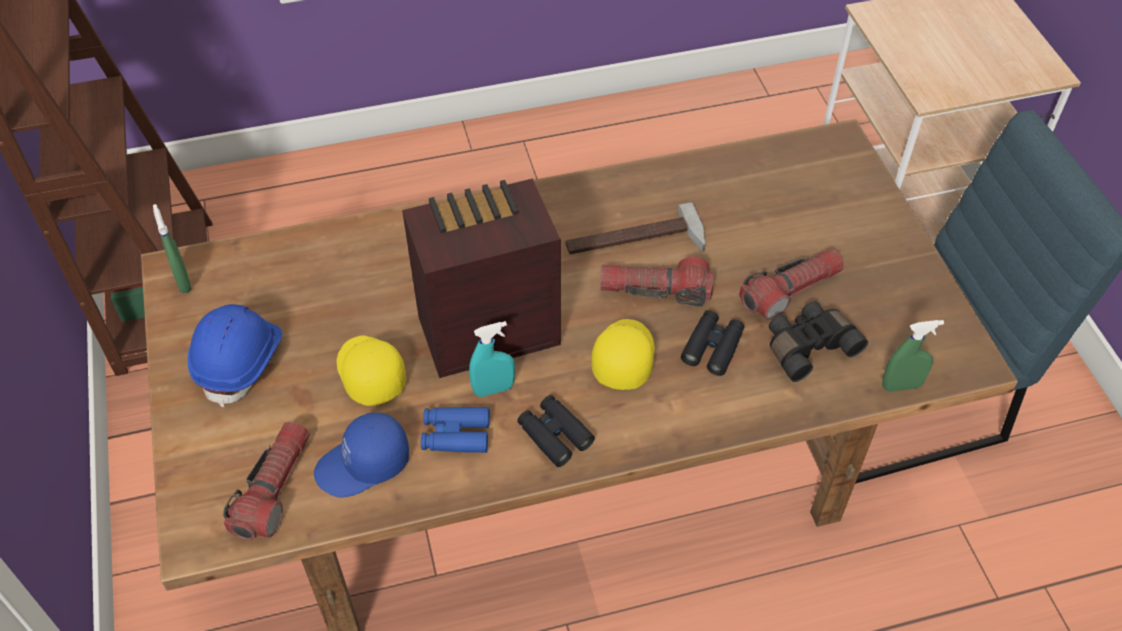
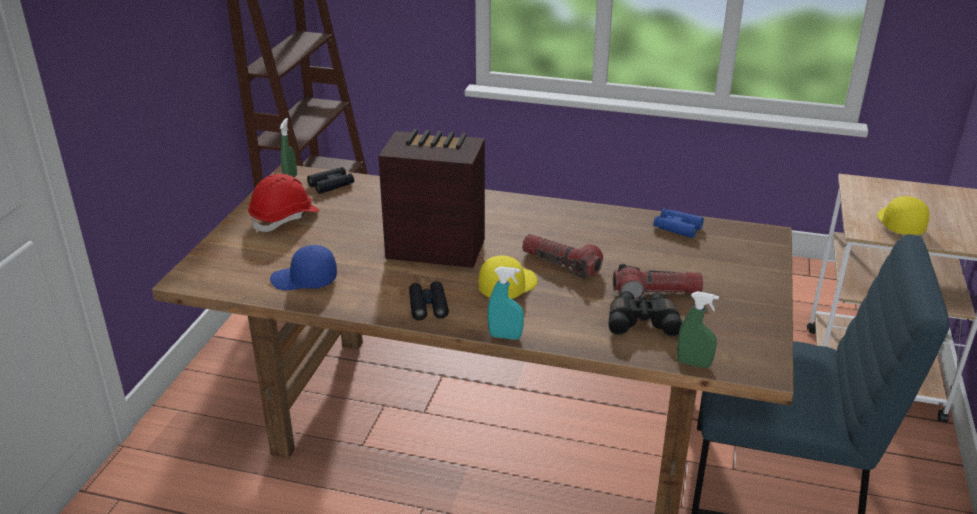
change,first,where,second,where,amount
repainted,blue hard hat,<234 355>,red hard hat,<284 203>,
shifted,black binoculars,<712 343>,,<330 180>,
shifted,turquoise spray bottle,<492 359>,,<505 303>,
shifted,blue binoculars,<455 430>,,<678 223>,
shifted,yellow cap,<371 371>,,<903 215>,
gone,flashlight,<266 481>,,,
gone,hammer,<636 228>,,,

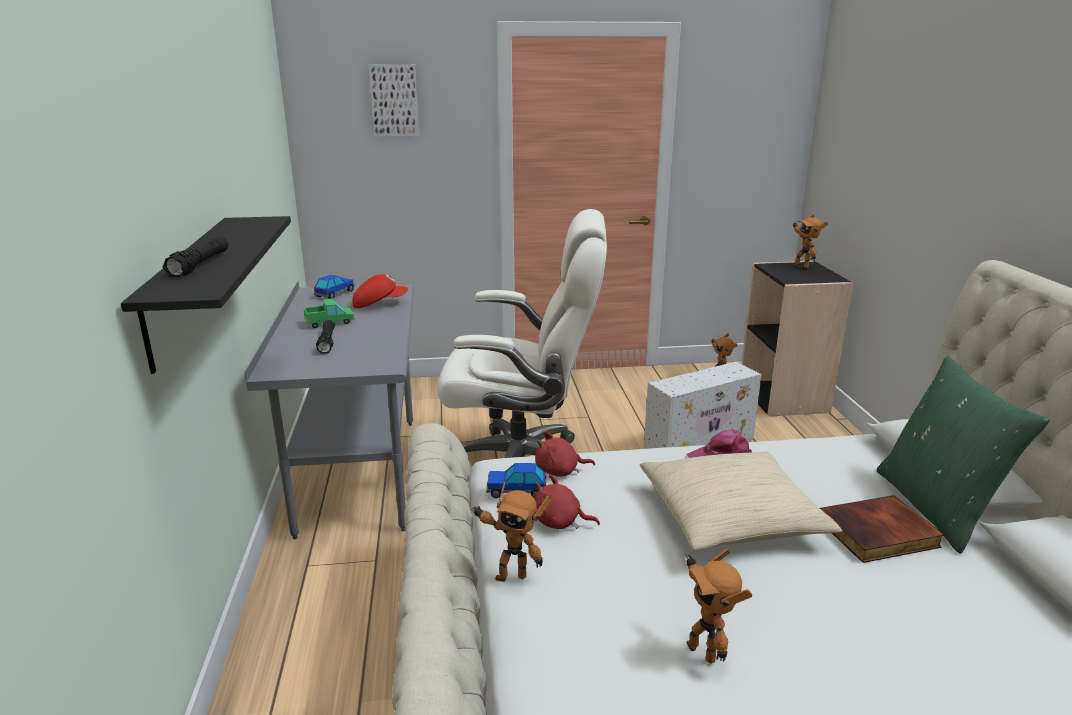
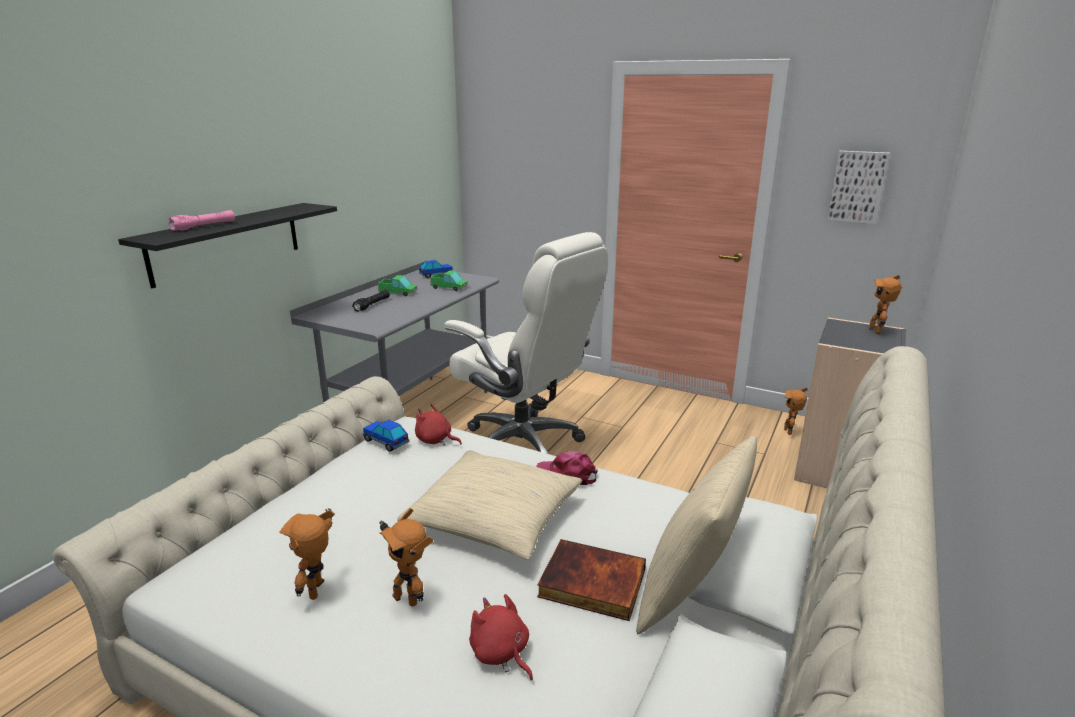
change,first,where,second,where,amount
repainted,black flashlight,<195 256>,pink flashlight,<201 220>,
shifted,toy robot,<511 532>,,<406 557>,
swapped,red cap,<380 291>,toy truck,<449 280>,
shifted,red plush toy,<567 501>,,<501 637>,
repainted,green pillow,<963 455>,beige pillow,<696 534>,
shifted,picture,<394 101>,,<858 187>,
gone,white storage box,<703 405>,,,

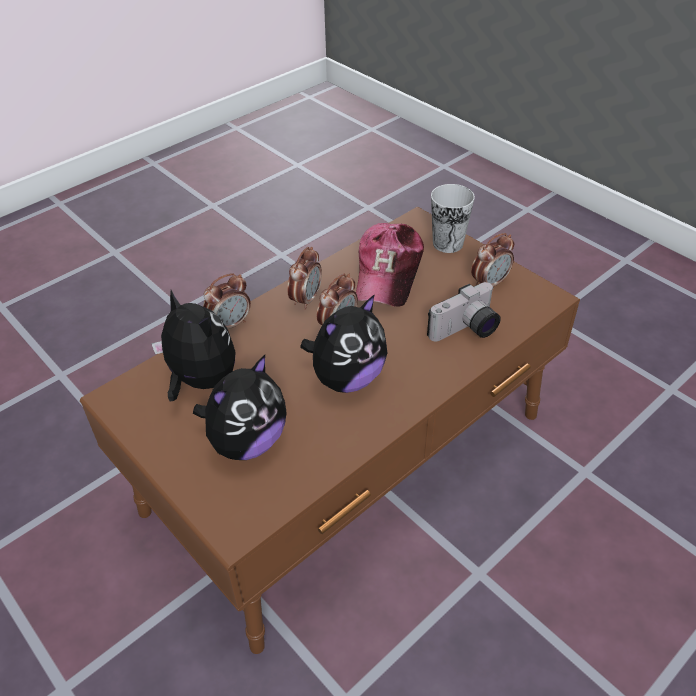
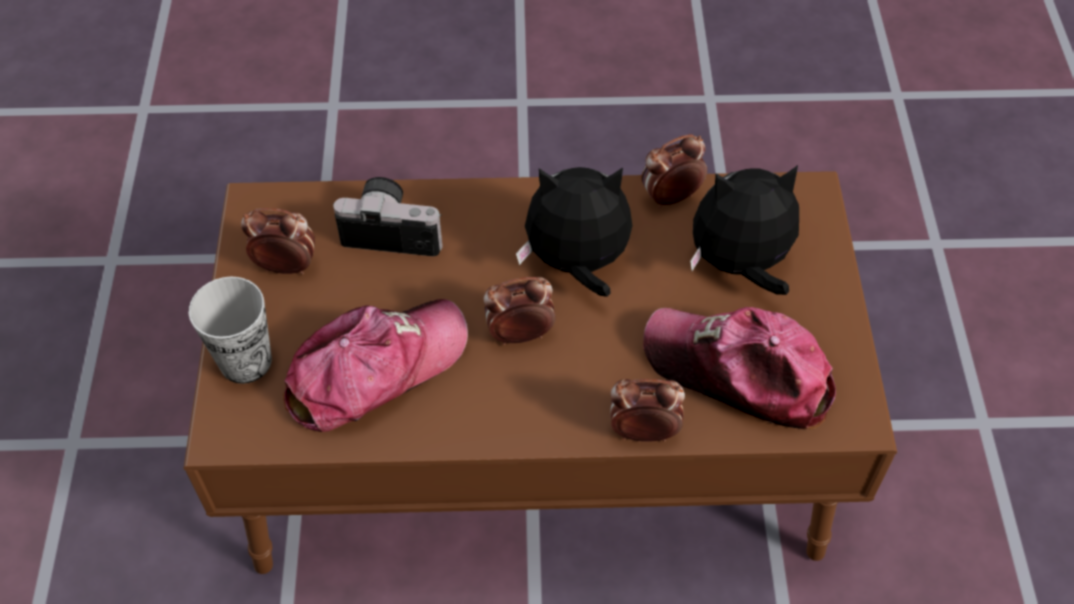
change,first,where,second,where,amount
shifted,alarm clock,<304 278>,,<674 171>,
swapped,plush toy,<193 345>,cap,<739 368>,

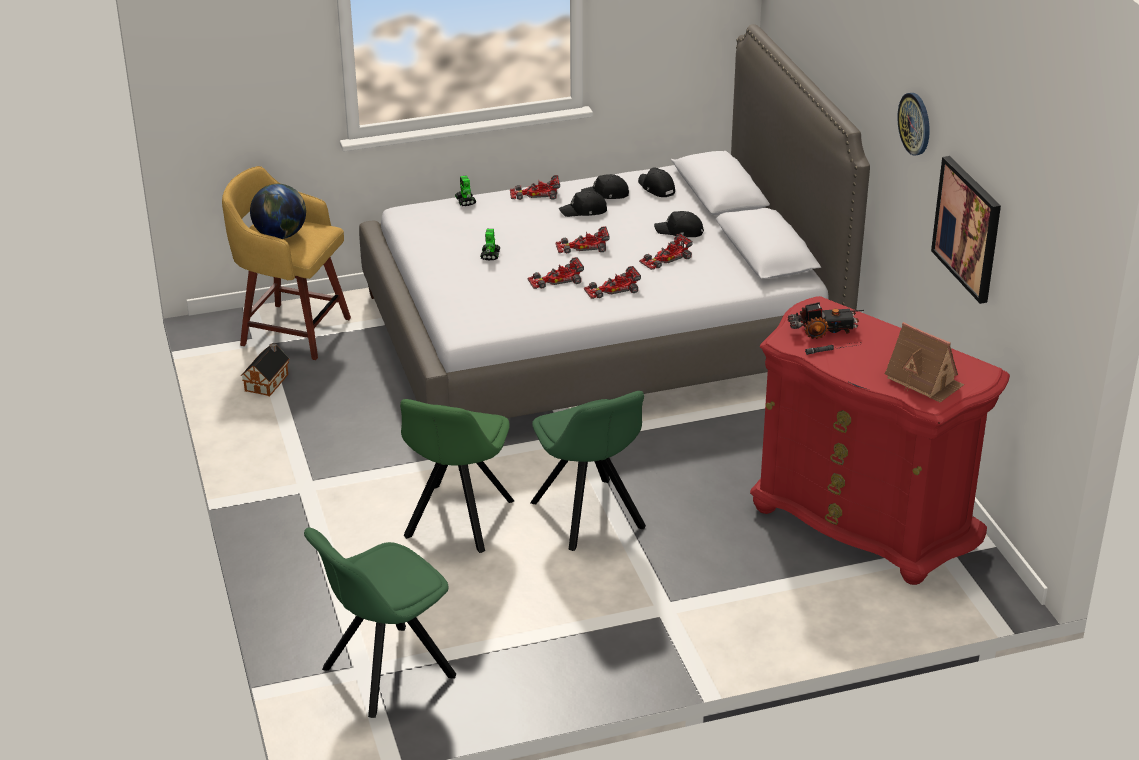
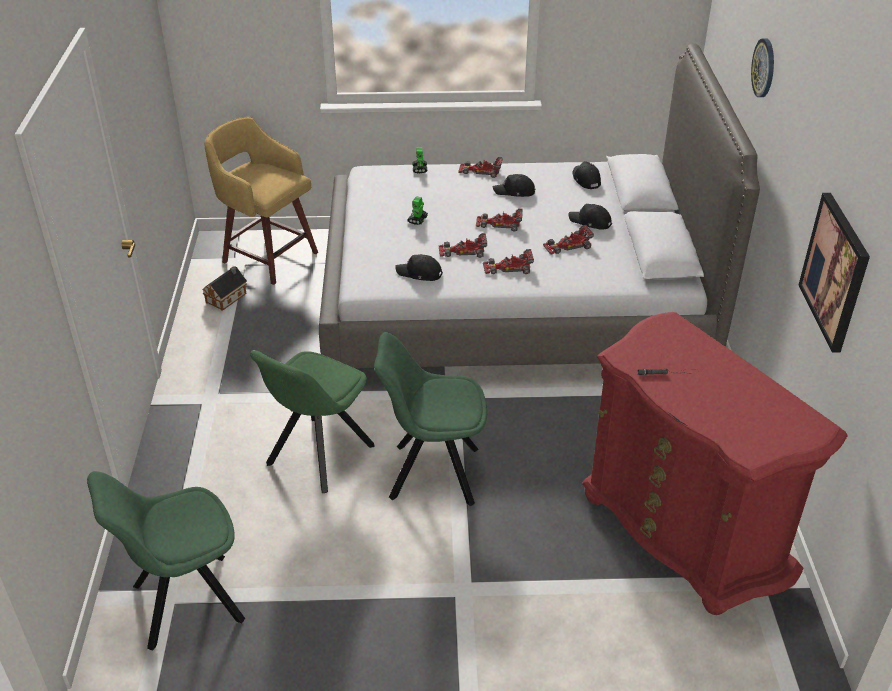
change,first,where,second,where,amount
rotated,green chair,<588 471>,,<430 419>,105 degrees clockwise
shifted,black cap,<605 186>,,<419 267>,
shifted,wall clock,<913 124>,,<762 67>,
gone,globe,<278 211>,,,
gone,toy truck,<826 320>,,,
gone,toy house,<924 362>,,,

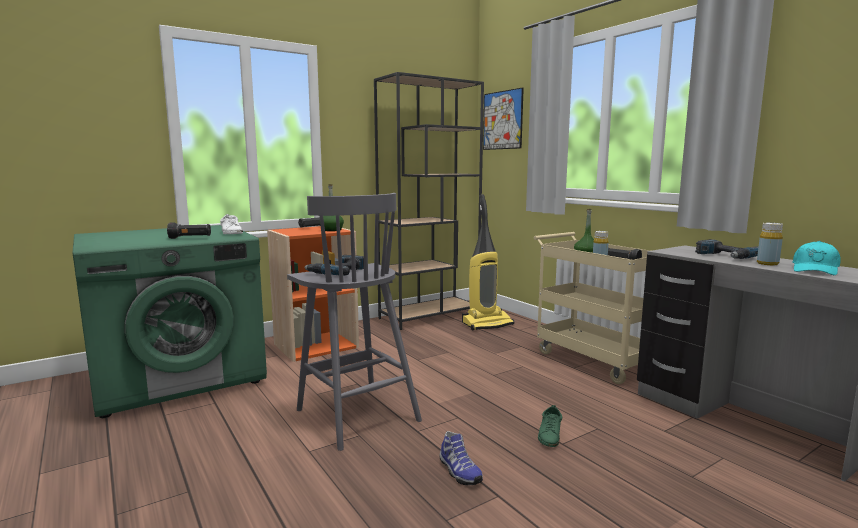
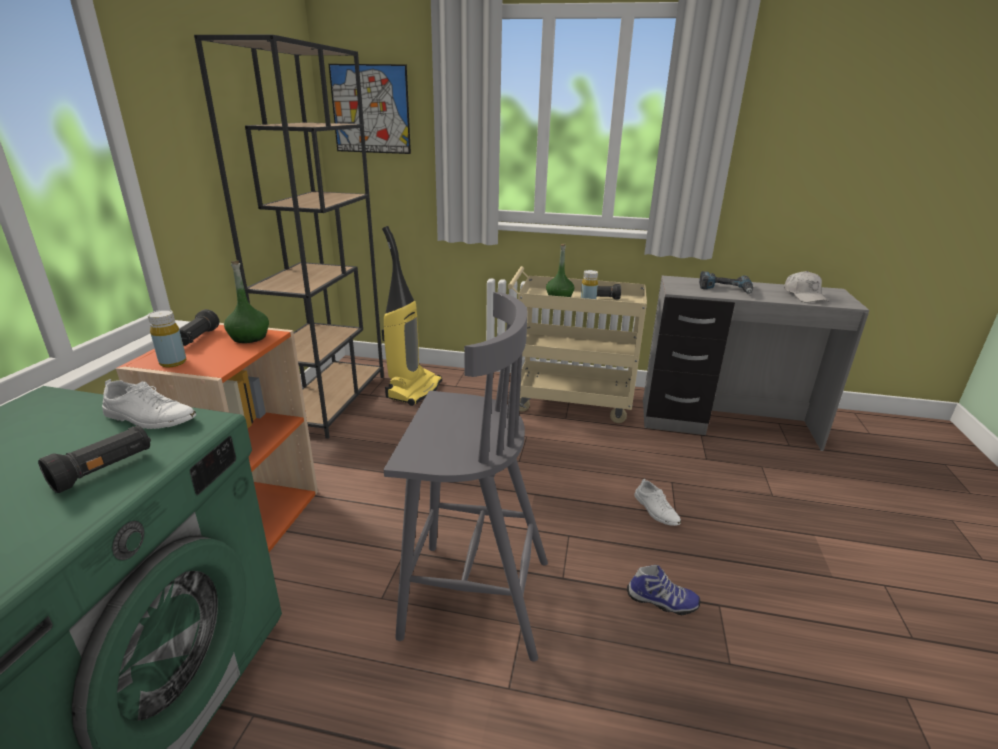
change,first,where,second,where,amount
shifted,yellow bottle,<770 244>,,<167 338>,
repainted,green shoe,<550 426>,white shoe,<657 502>,
repainted,turquoise cap,<817 258>,white cap,<806 287>,
gone,power drill,<334 265>,,,

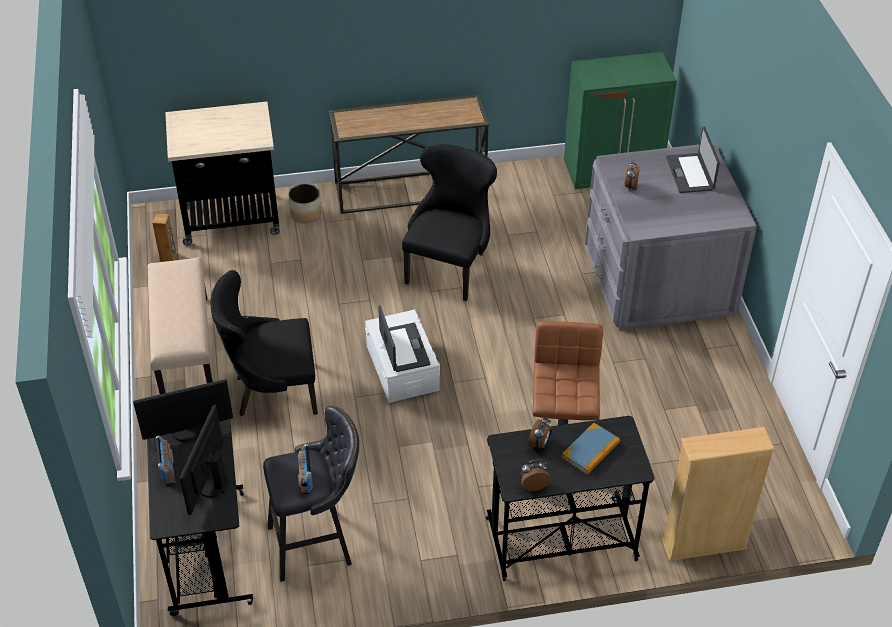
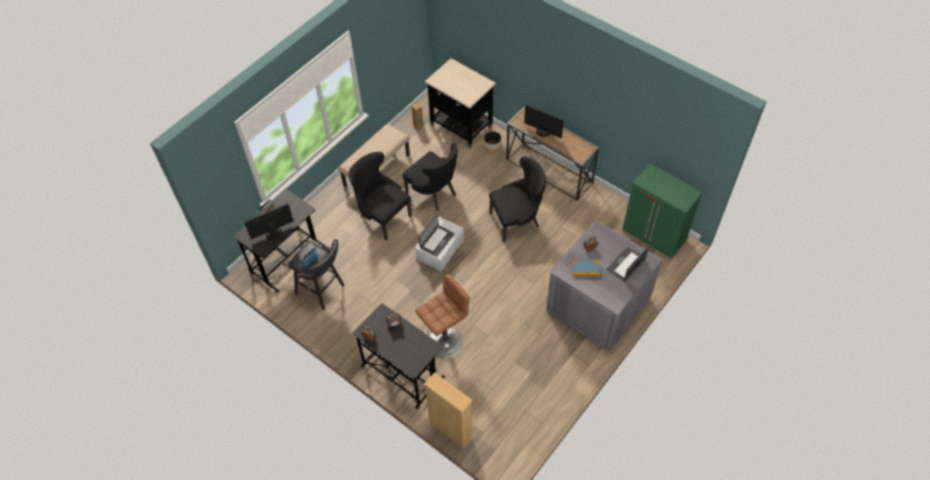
change,first,where,second,where,amount
new,,,black chair,<430 176>,
shifted,monitor,<183 411>,,<544 121>,
shifted,book,<591 449>,,<586 268>,

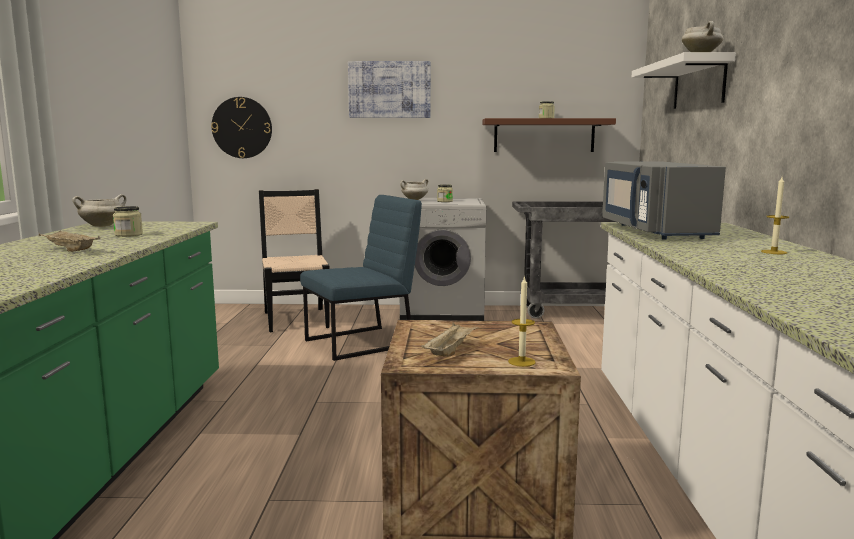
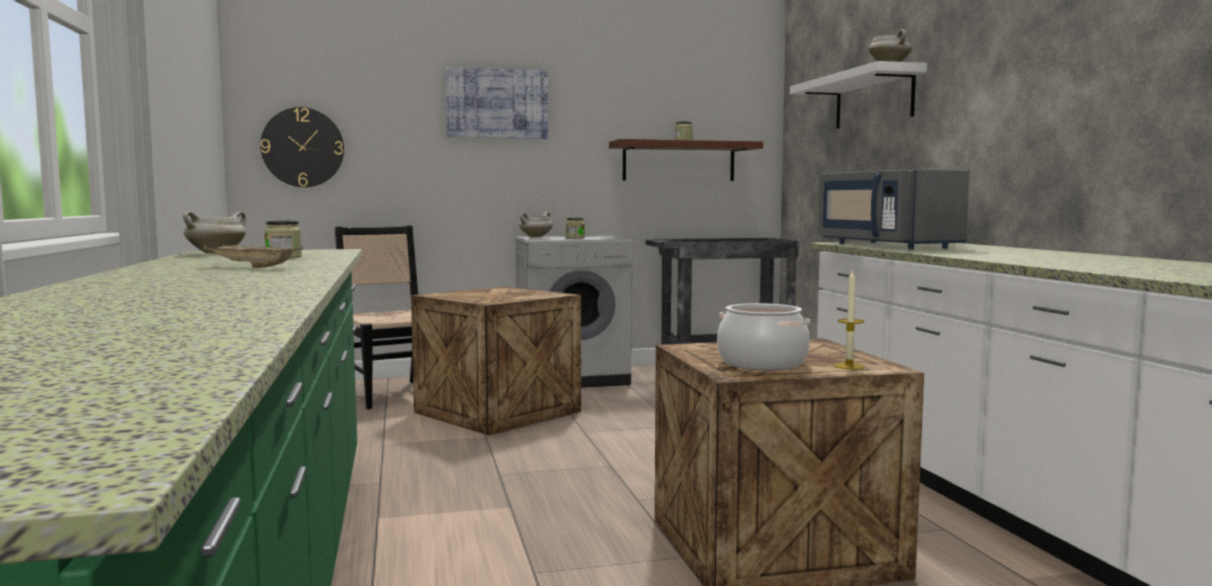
change,first,where,second,where,amount
swapped,blue chair,<361 278>,crate,<496 360>,
swapped,beige tray,<450 339>,cooking pot,<763 336>,
gone,candle,<775 215>,,,

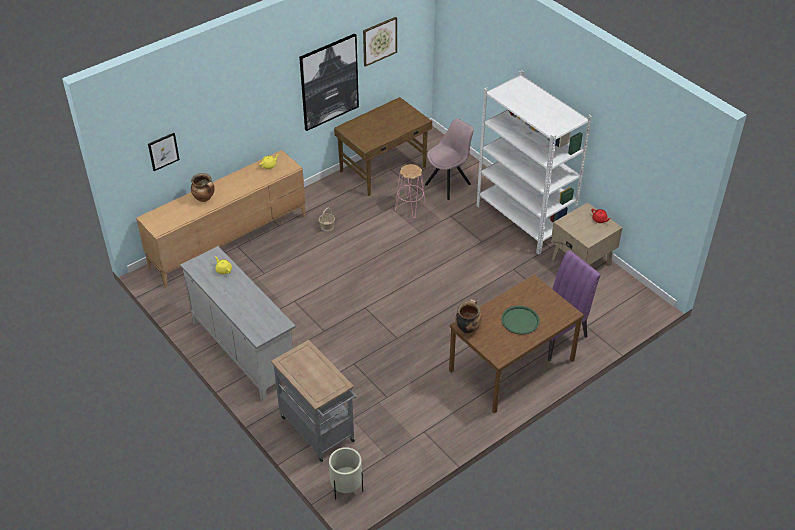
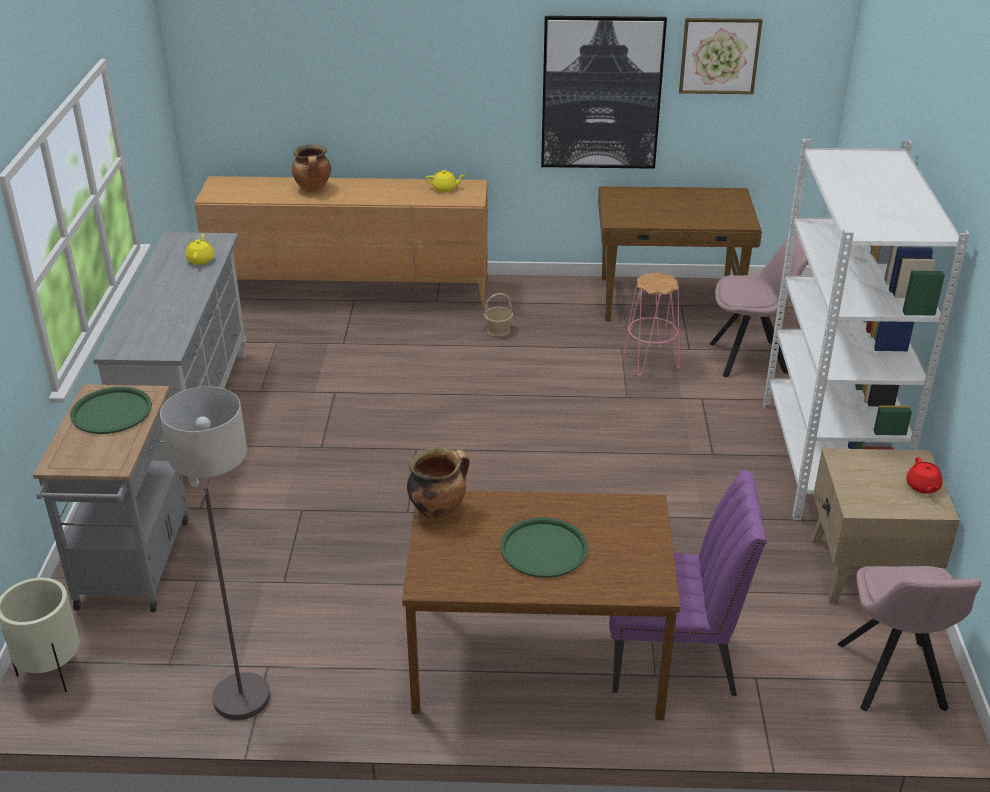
change,first,where,second,where,amount
new,,,green tray,<111 410>,
new,,,grey floor lamp,<215 553>,
new,,,pink chair,<909 639>,
gone,picture,<164 152>,,,

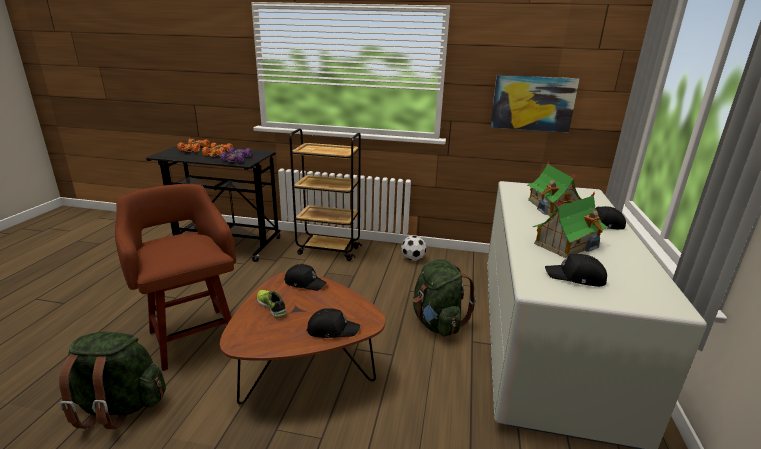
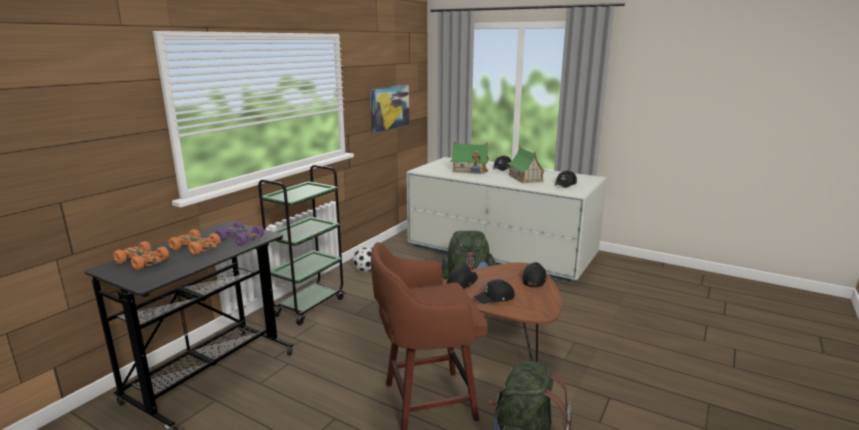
change,first,where,second,where,amount
repainted,brown cart,<326 195>,green cart,<301 245>,
swapped,shoe,<272 304>,black cap,<494 292>,

